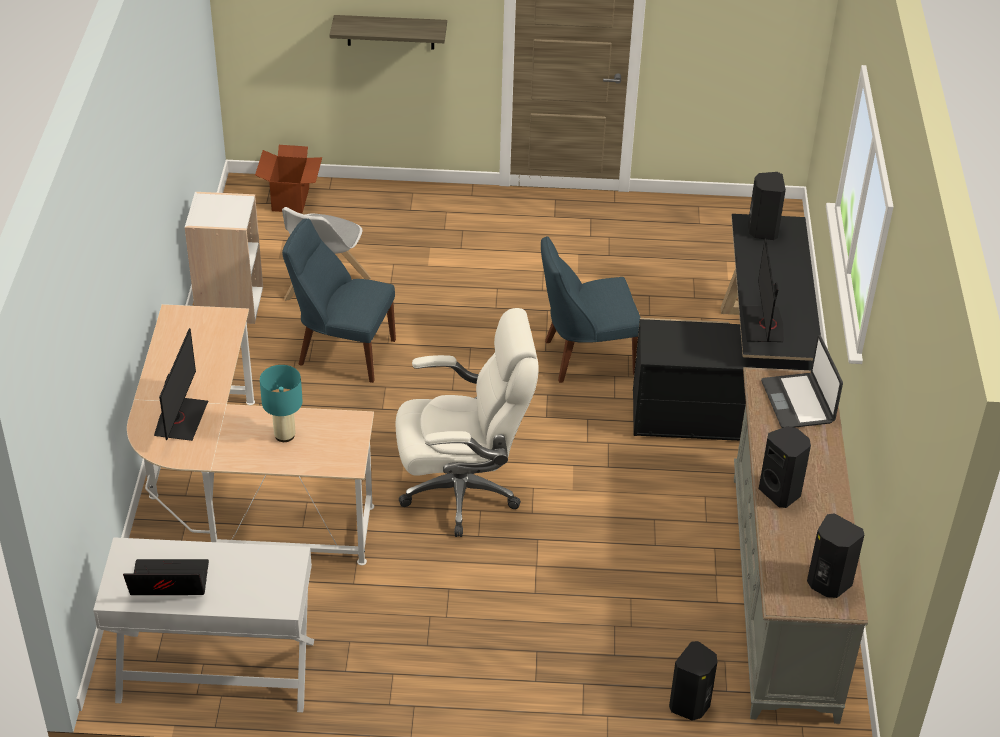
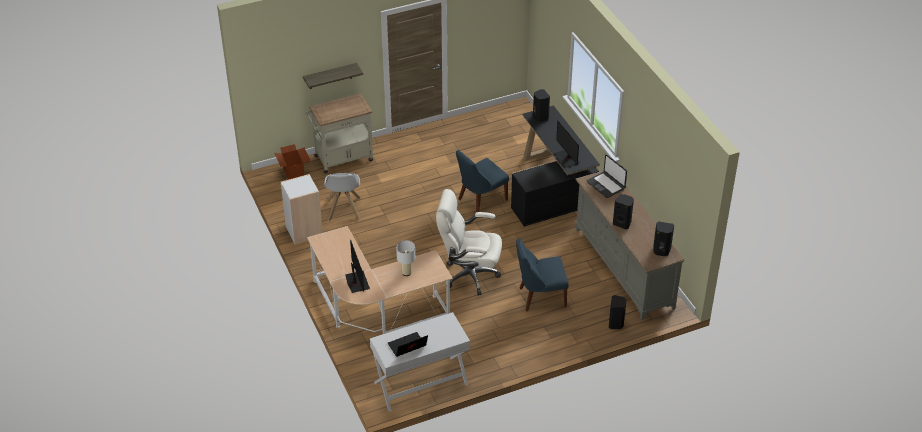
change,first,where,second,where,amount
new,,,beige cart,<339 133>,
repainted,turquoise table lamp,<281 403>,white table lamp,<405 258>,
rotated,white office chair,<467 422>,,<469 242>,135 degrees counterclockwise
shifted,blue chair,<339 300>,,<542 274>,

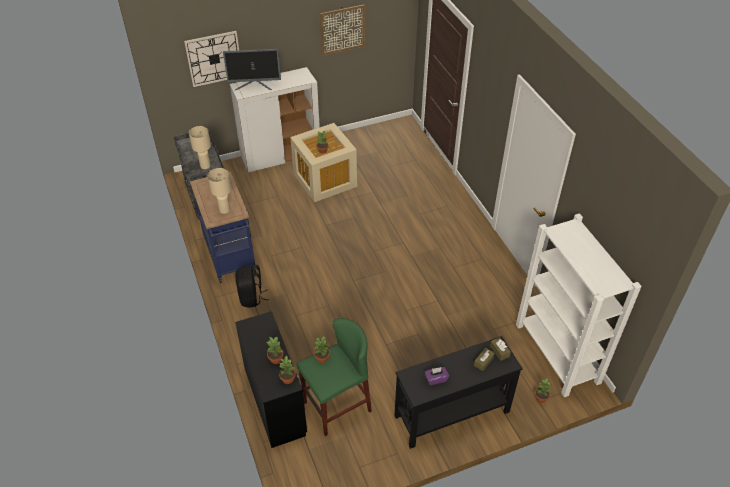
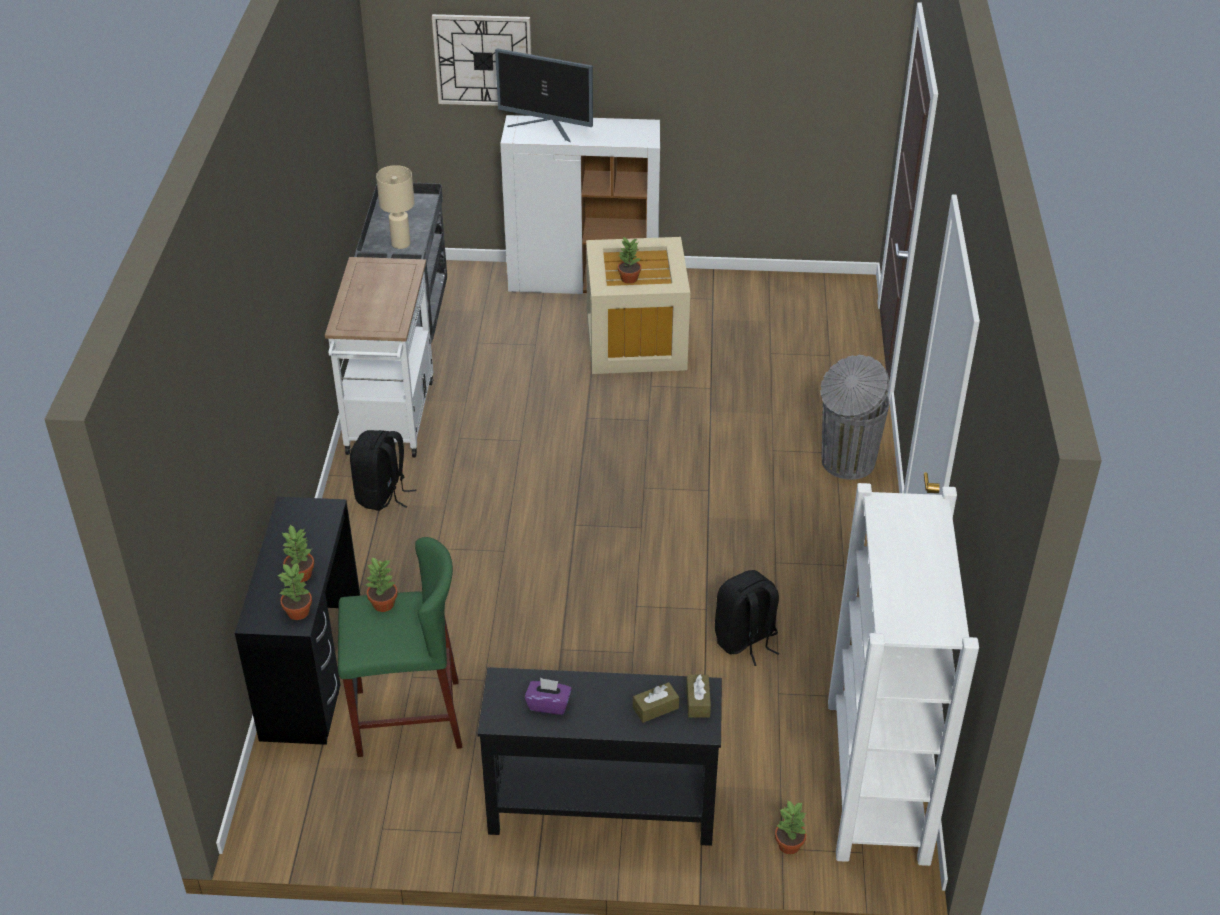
change,first,where,second,where,amount
repainted,blue cart,<223 227>,white cart,<379 357>,
new,,,black backpack,<747 618>,
new,,,grey trash can,<855 417>,
gone,beige table lamp,<219 191>,,,
gone,picture,<342 30>,,,

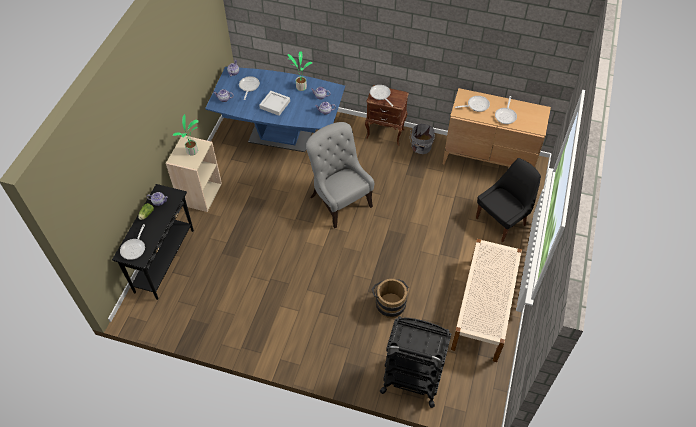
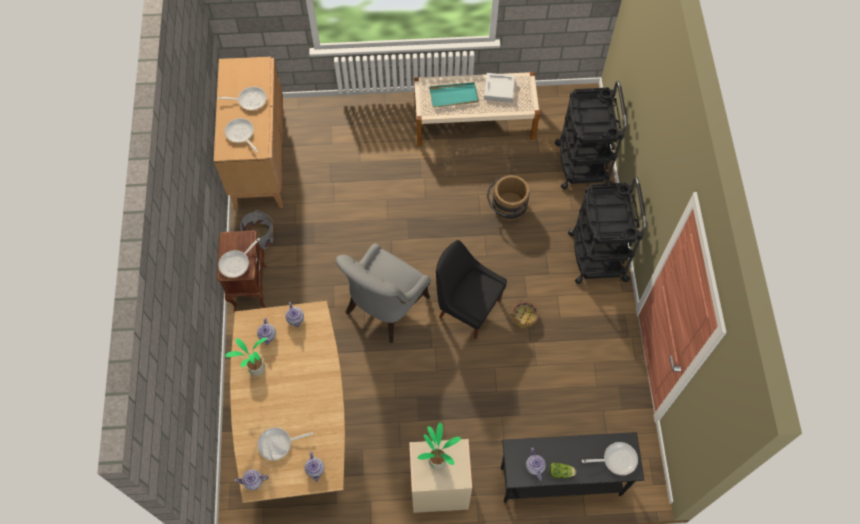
change,first,where,second,where,amount
repainted,blue dining table,<275 109>,brown dining table,<287 402>,
new,,,turquoise tray,<454 95>,
shifted,black chair,<508 200>,,<471 289>,
shifted,grey tray,<274 103>,,<499 87>,
new,,,basket,<525 314>,
new,,,black cart,<607 230>,

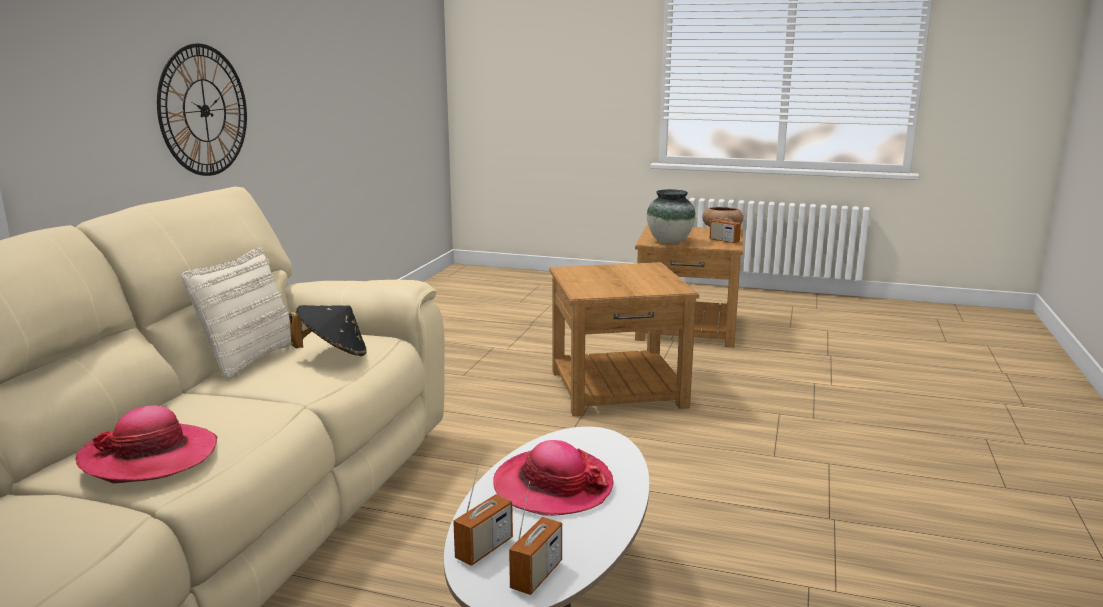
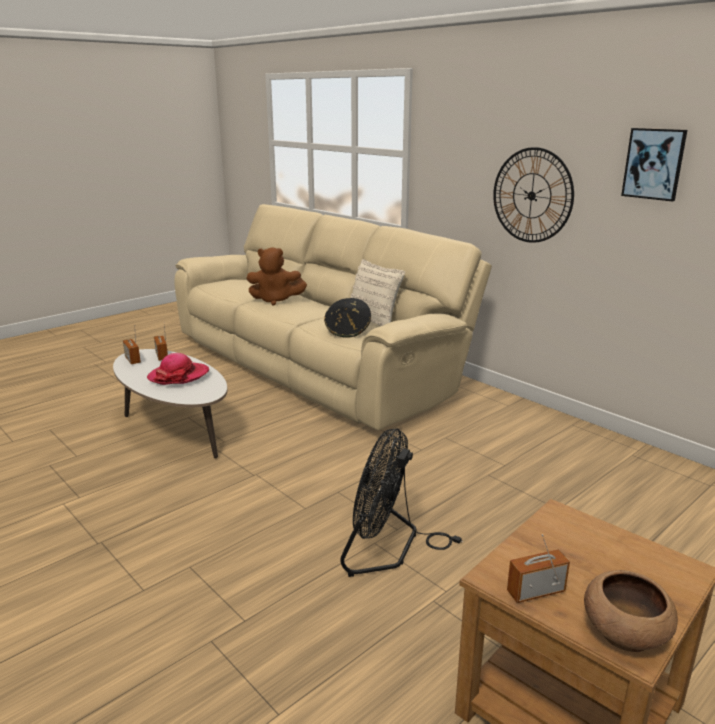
change,first,where,second,where,amount
swapped,hat,<146 444>,brown plush toy,<277 276>,
swapped,brown side table,<624 339>,black fan,<401 502>,
new,,,picture,<654 165>,
gone,vase,<671 216>,,,

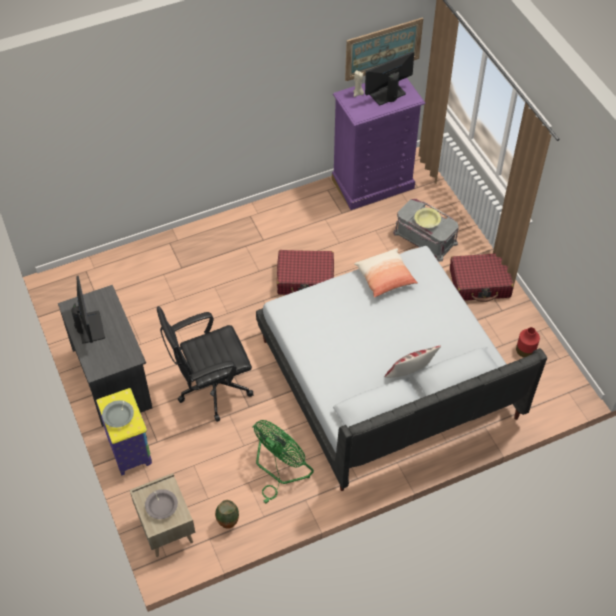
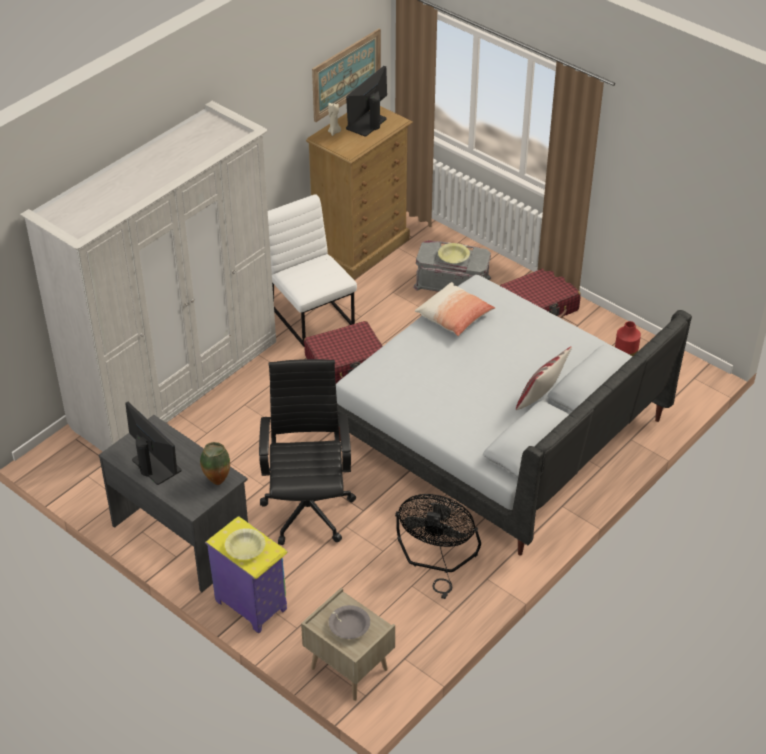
change,first,where,second,where,amount
new,,,white wardrobe,<148 276>,
shifted,vase,<227 514>,,<215 463>,
repainted,grey bowl,<118 414>,yellow bowl,<245 544>,
rotated,black office chair,<205 364>,,<307 452>,135 degrees clockwise
new,,,white chair,<312 270>,
repainted,purple dresser,<379 144>,brown dresser,<359 193>,
repainted,green fan,<283 462>,black fan,<438 546>,

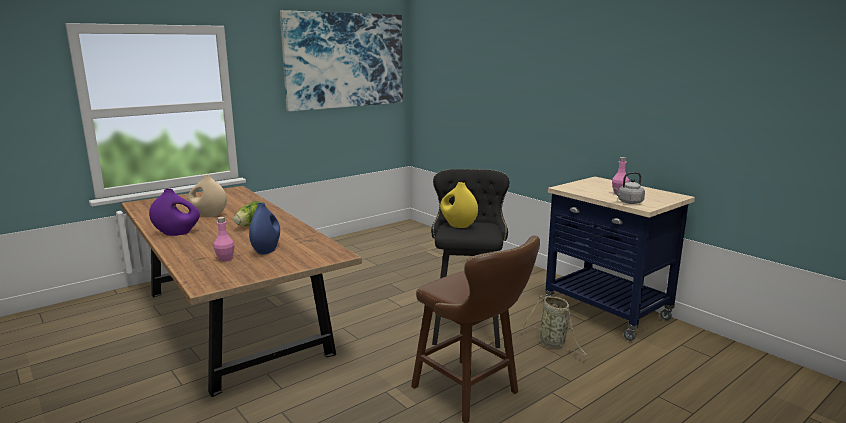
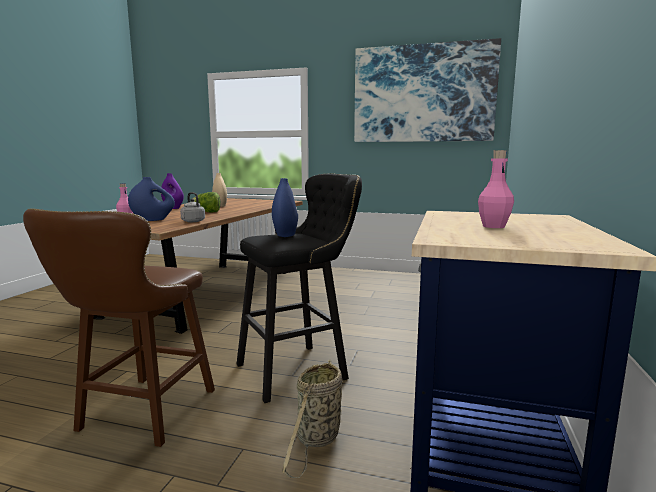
change,first,where,second,where,amount
shifted,grey kettle,<629 188>,,<192 207>,
repainted,yellow vase,<459 205>,blue vase,<285 207>,

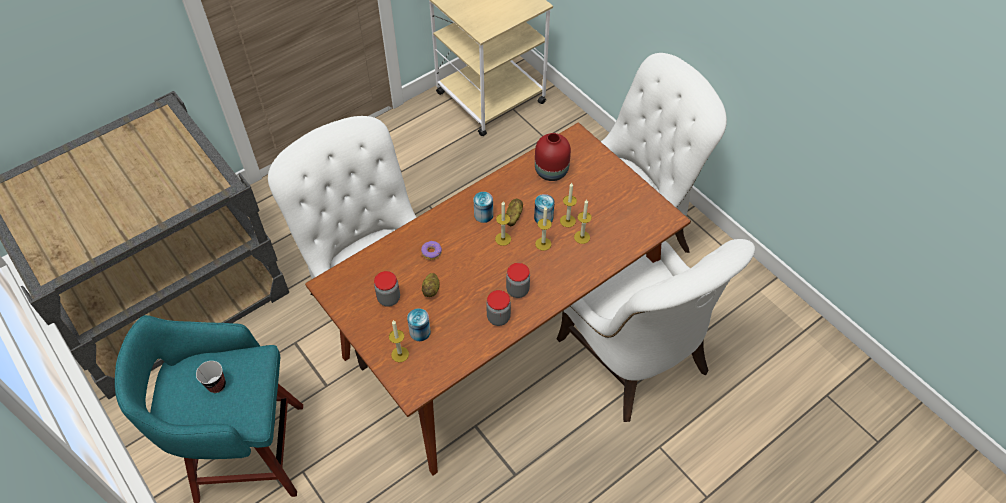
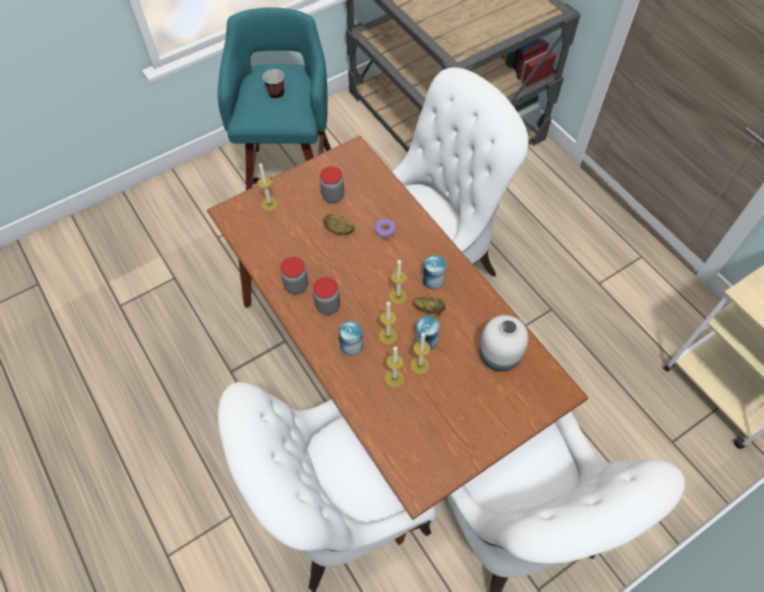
change,first,where,second,where,amount
shifted,can,<419 324>,,<351 338>,
repainted,red vase,<553 157>,white vase,<503 343>,

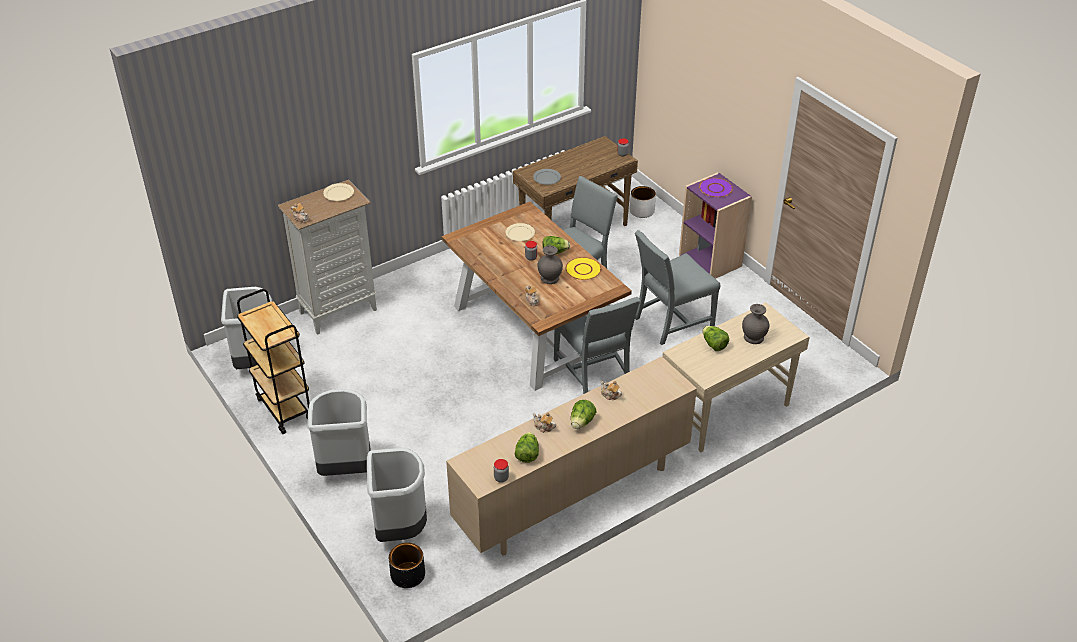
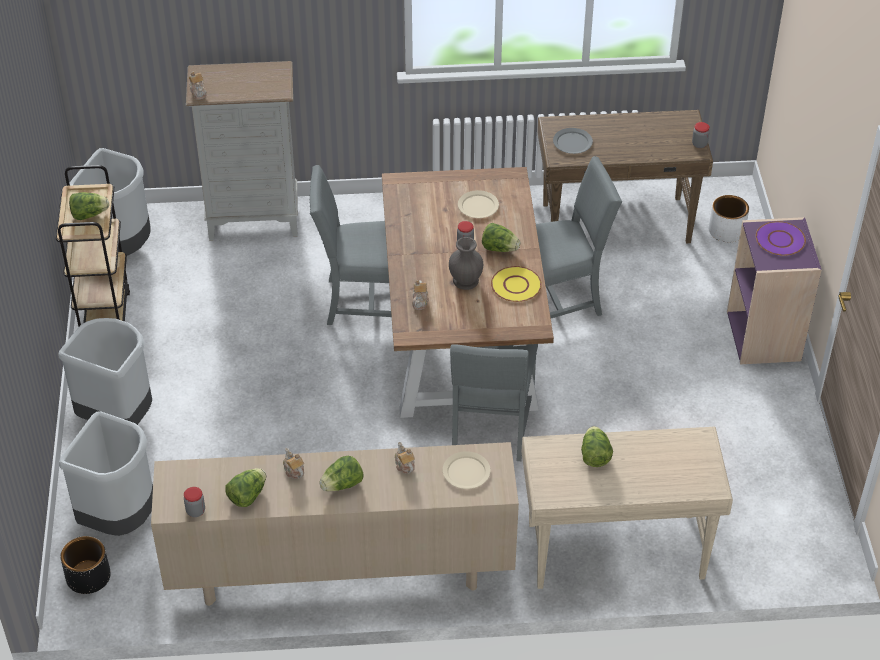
change,first,where,second,where,amount
new,,,lettuce,<89 206>,
shifted,grey chair,<677 287>,,<350 245>,
shifted,beige plate,<338 192>,,<467 470>,
gone,grey vase,<755 324>,,,

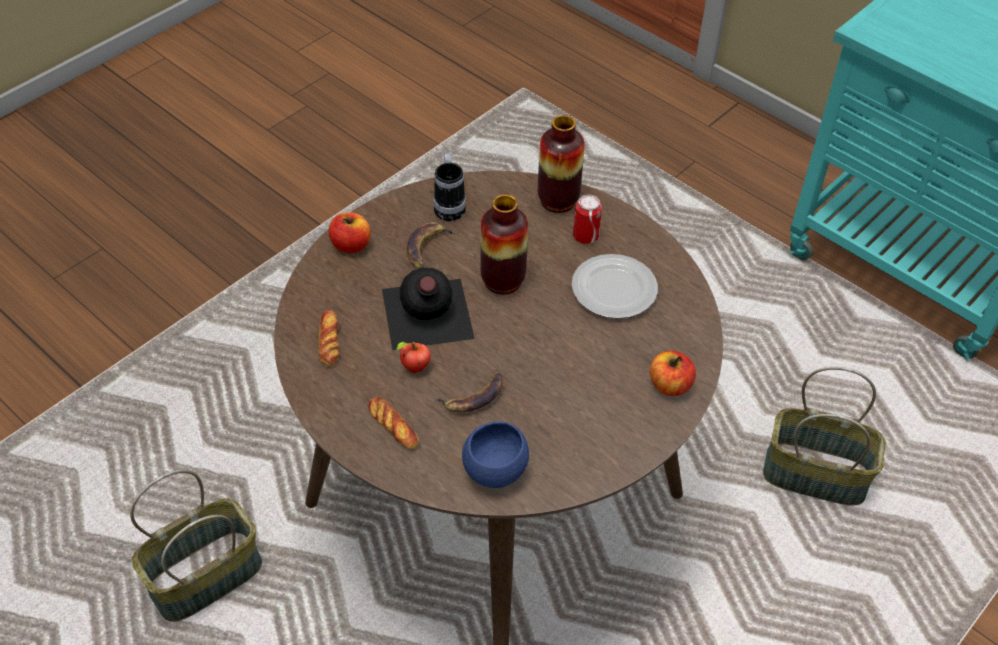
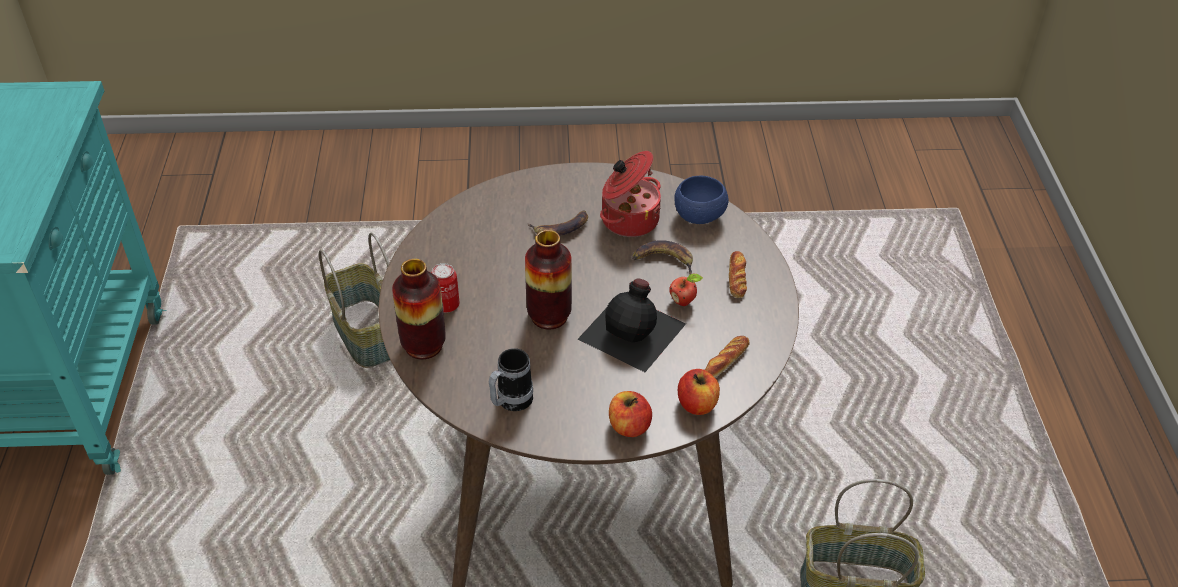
change,first,where,second,where,amount
shifted,banana,<431 245>,,<557 223>,
new,,,cooking pot,<630 194>,
shifted,apple,<673 373>,,<699 392>,
gone,plate,<615 286>,,,

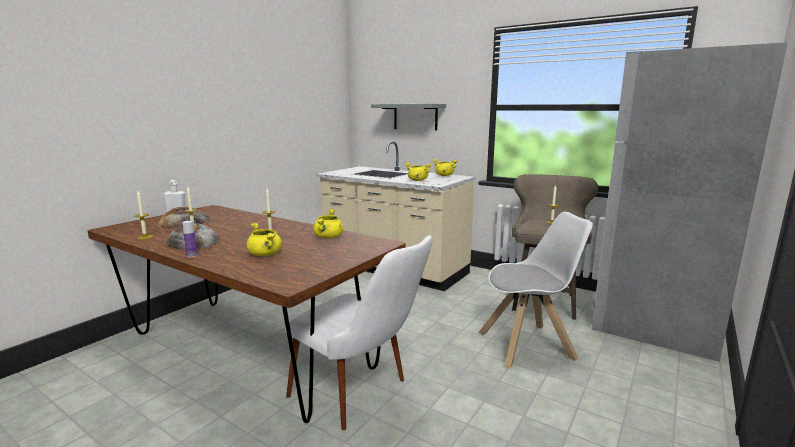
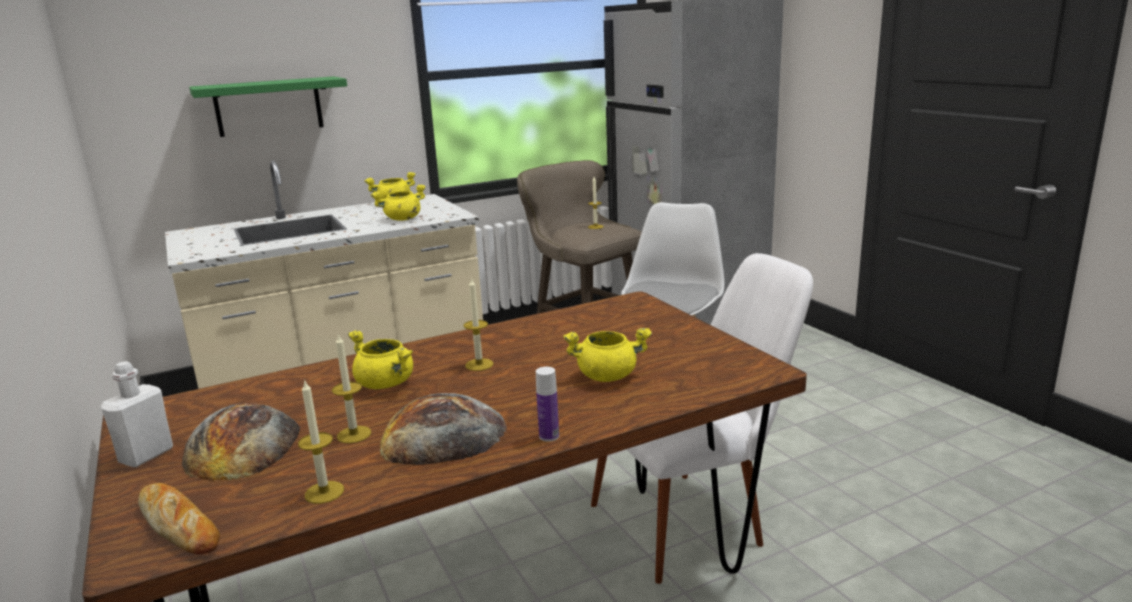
change,first,where,second,where,amount
new,,,bread,<179 519>,
repainted,grey shelf,<408 117>,green shelf,<268 106>,
shifted,yellow cooking pot,<328 224>,,<380 359>,

